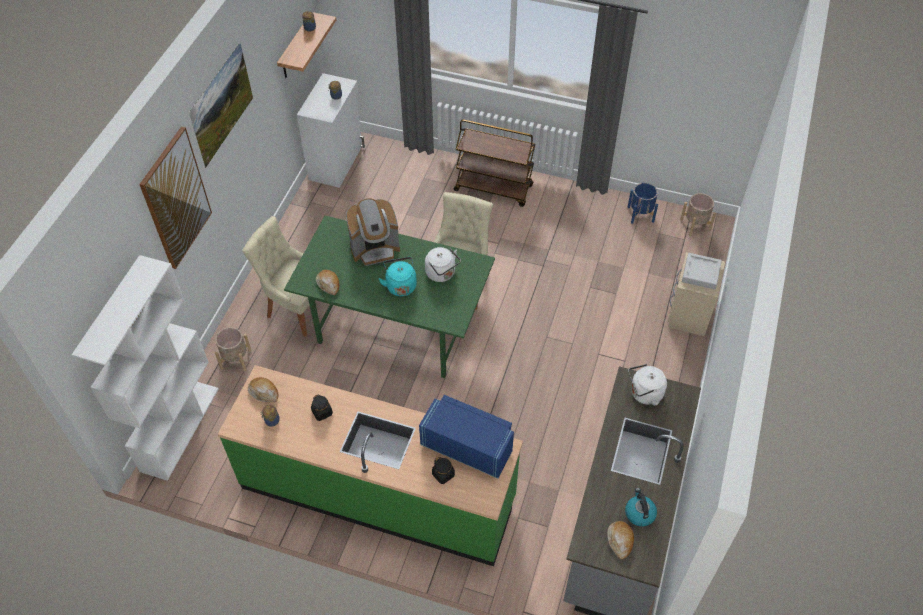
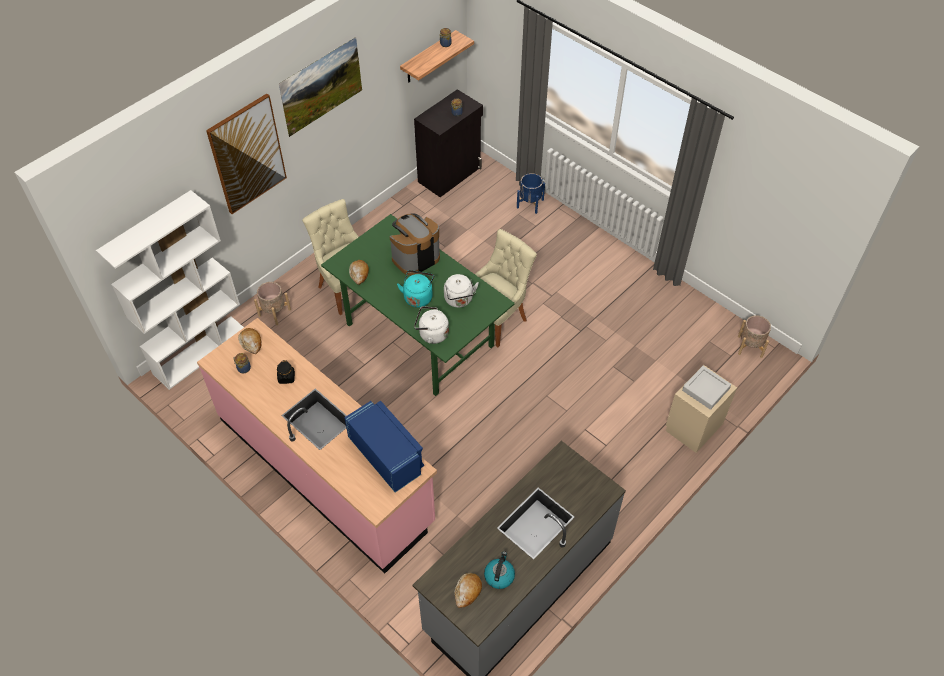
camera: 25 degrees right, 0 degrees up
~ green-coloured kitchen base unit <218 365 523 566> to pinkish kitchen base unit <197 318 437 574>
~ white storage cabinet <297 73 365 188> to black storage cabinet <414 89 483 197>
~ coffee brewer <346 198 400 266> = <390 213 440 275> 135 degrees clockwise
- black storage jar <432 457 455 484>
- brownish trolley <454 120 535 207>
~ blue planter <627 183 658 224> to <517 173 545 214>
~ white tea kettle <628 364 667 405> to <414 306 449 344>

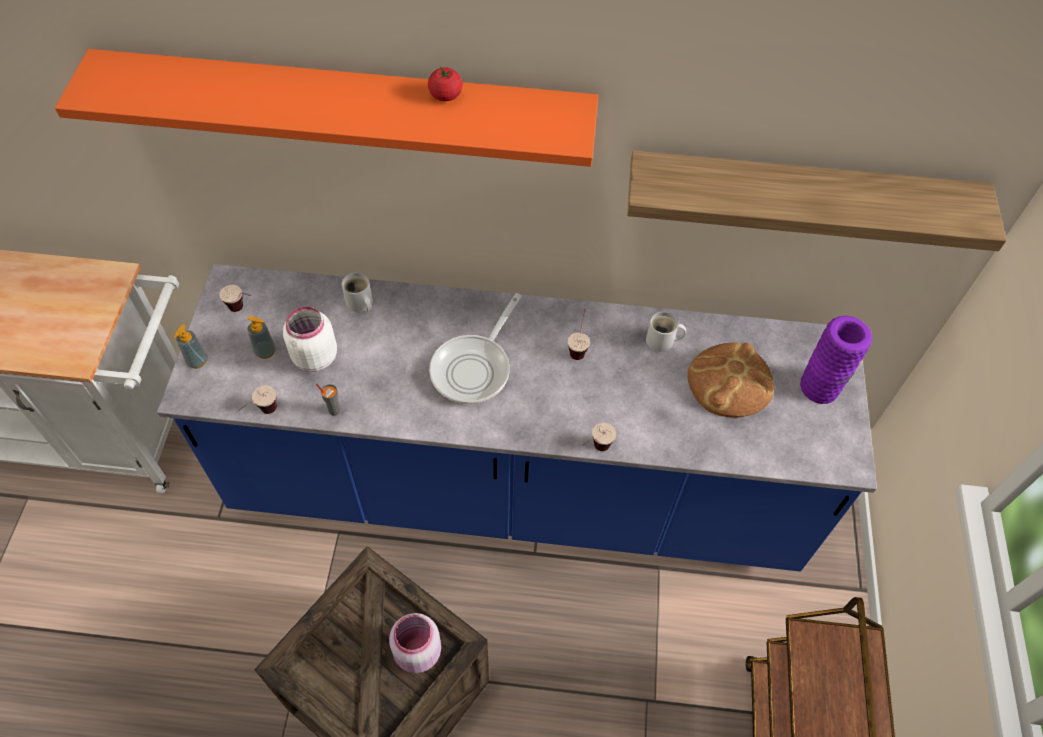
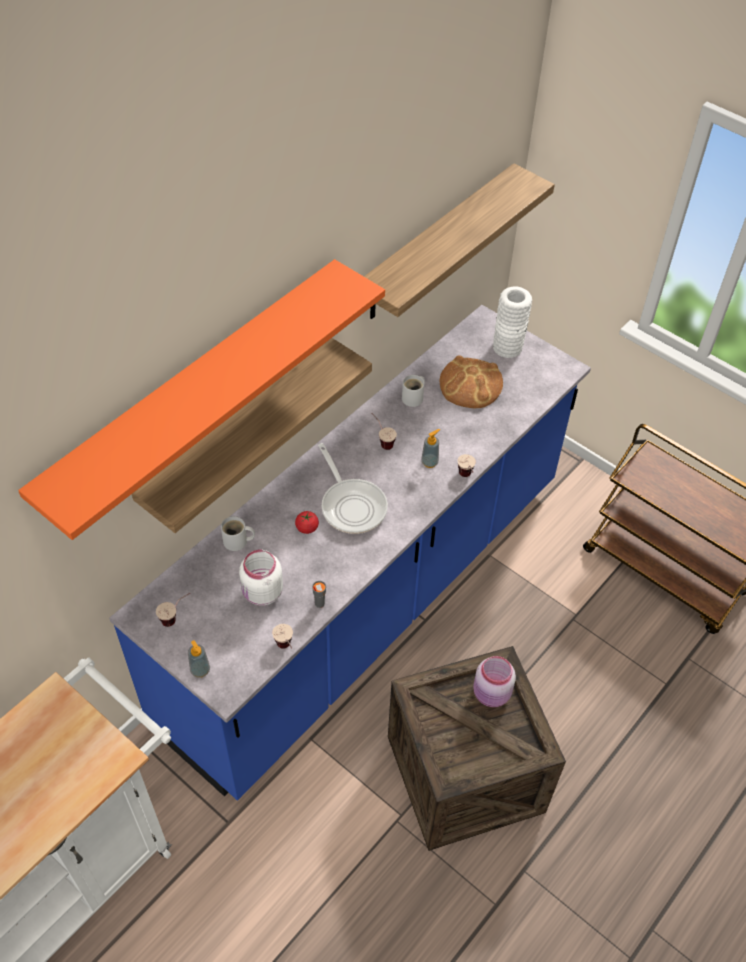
camera: 55 degrees left, 5 degrees down
~ liquid soap bottle <247 316 276 359> to <421 429 440 468>
~ tomato <428 67 463 101> to <295 511 319 534>
~ purplish vase <800 316 872 404> to white vase <493 287 532 358>
+ wall shelf <132 338 372 533>

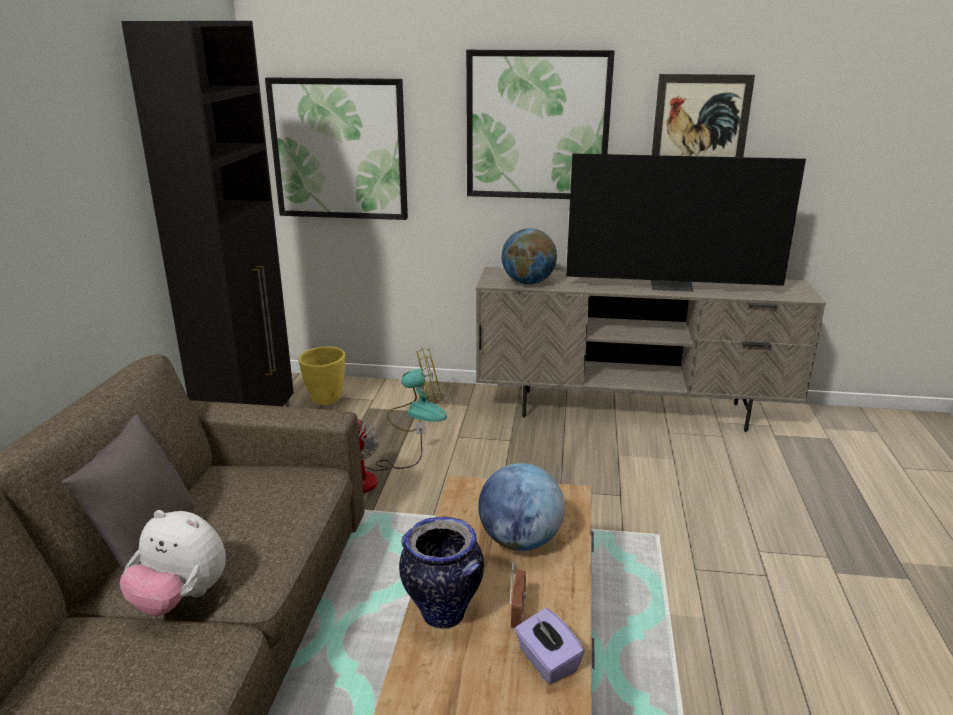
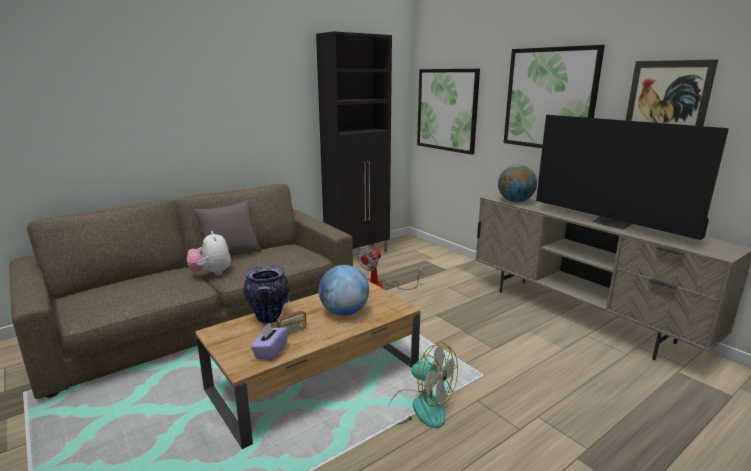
camera: 45 degrees right, 5 degrees down
- yellow-coloured planter <298 346 345 405>
~ fan <387 347 447 432> to <389 342 458 428>

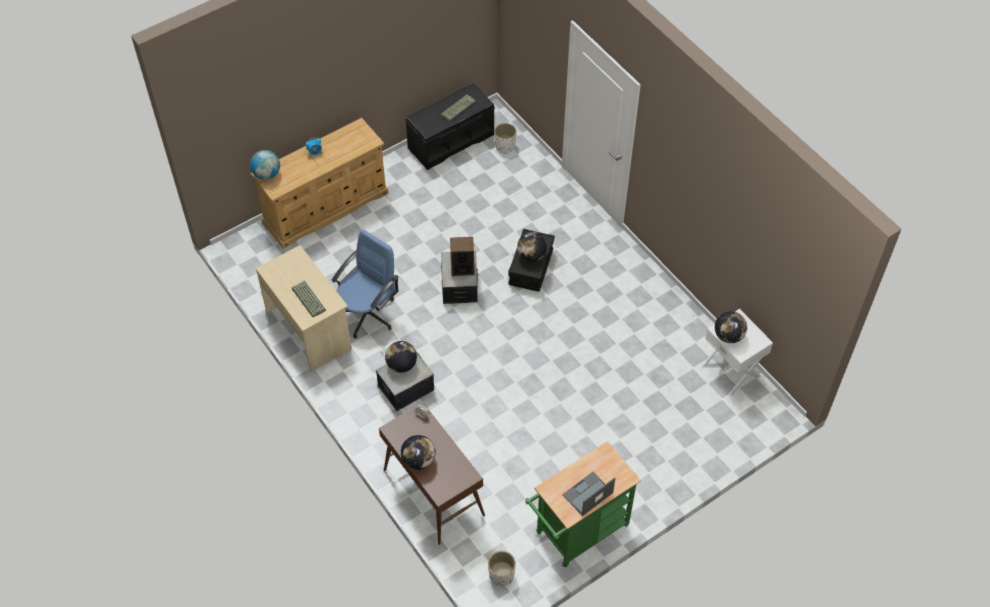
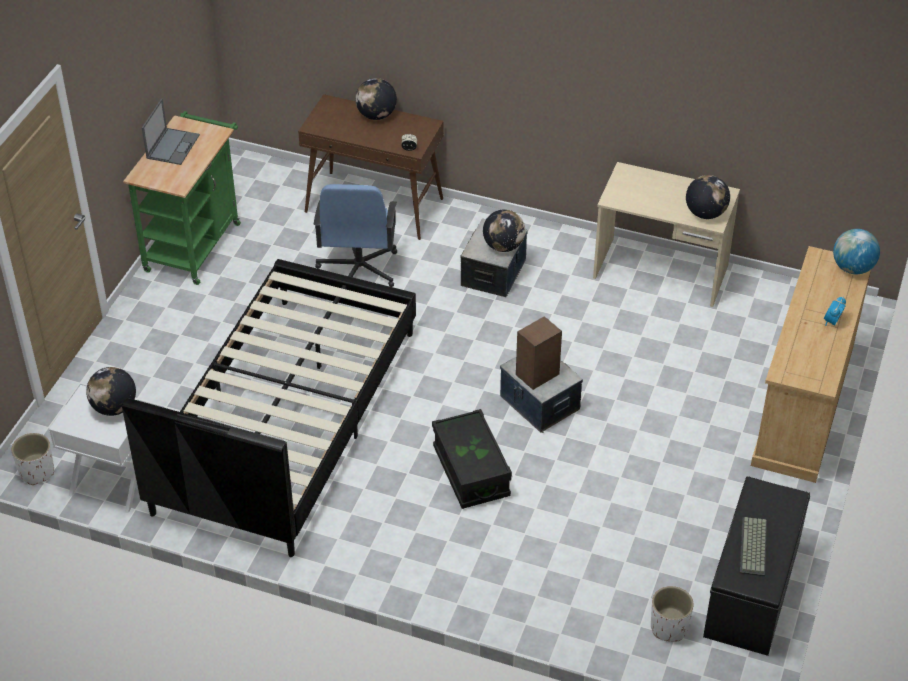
camera: 145 degrees right, 10 degrees down
- computer keyboard <292 281 326 317>
~ blue computer chair <332 230 399 339> to <314 184 397 287>
~ white planter <488 551 516 586> to <11 433 54 485>
~ world globe <517 232 547 262> to <686 175 730 219>
+ black bed <122 259 416 557>

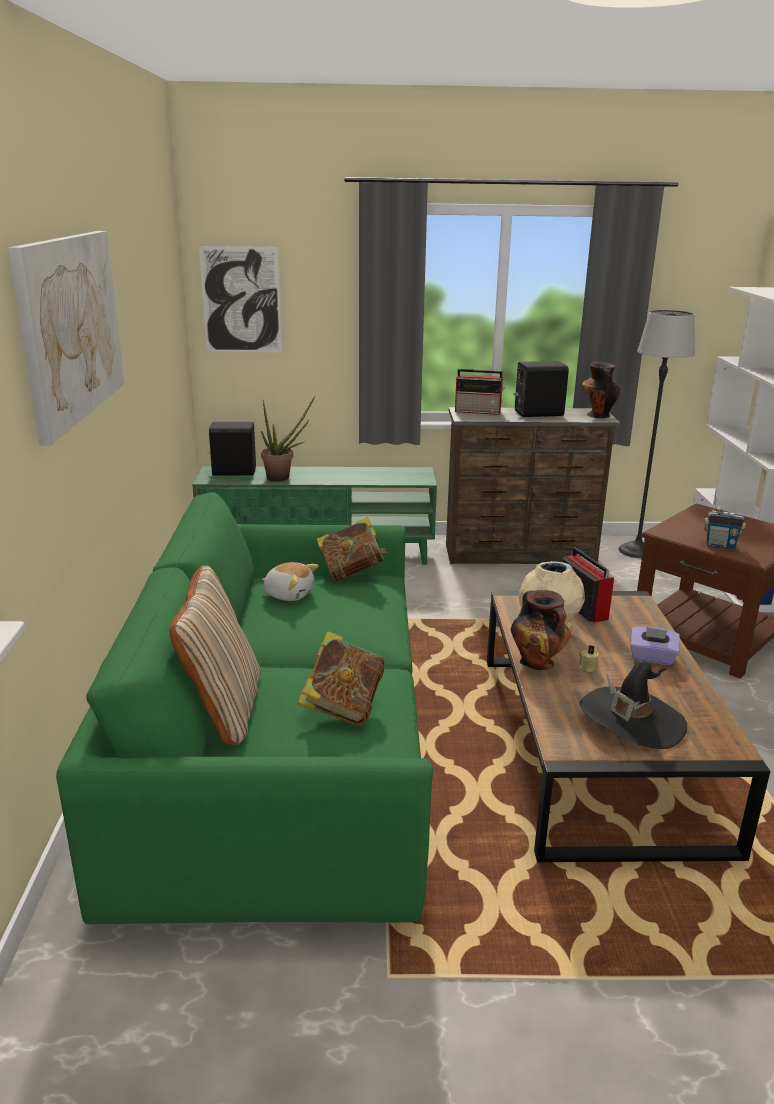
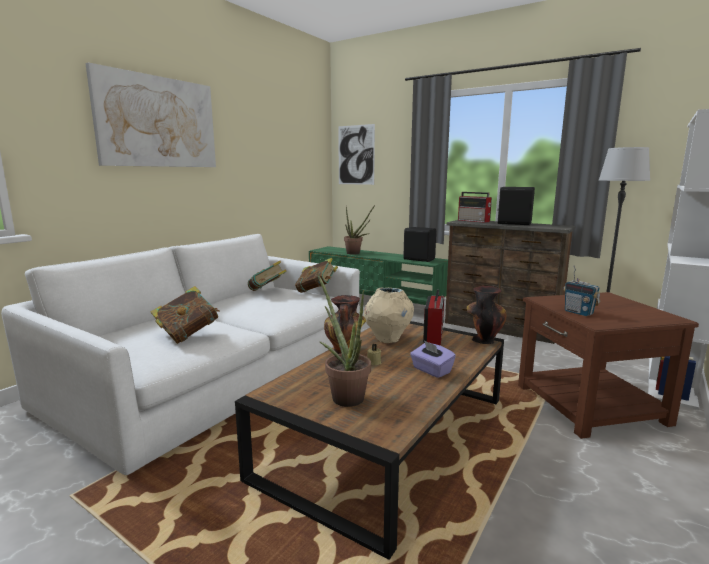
camera: 35 degrees right, 10 degrees down
~ green-coloured settee <56 492 433 924> to white settee <1 234 360 475>
- sand-coloured cushion <170 565 261 746>
~ black speaker <209 422 256 476> to <403 227 436 262>
~ cuddly toy <262 562 319 601> to book <248 261 286 291>
~ black clothing hat <580 661 687 749> to potted plant <317 274 371 407>
~ vase <582 362 620 418> to <467 286 506 344>

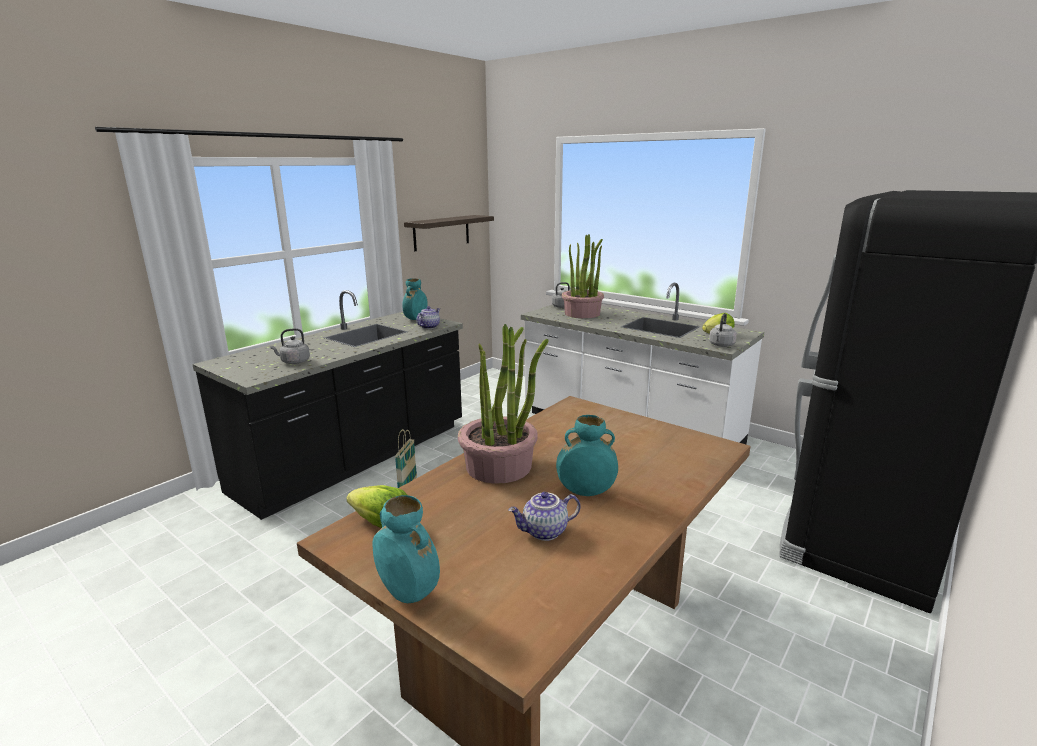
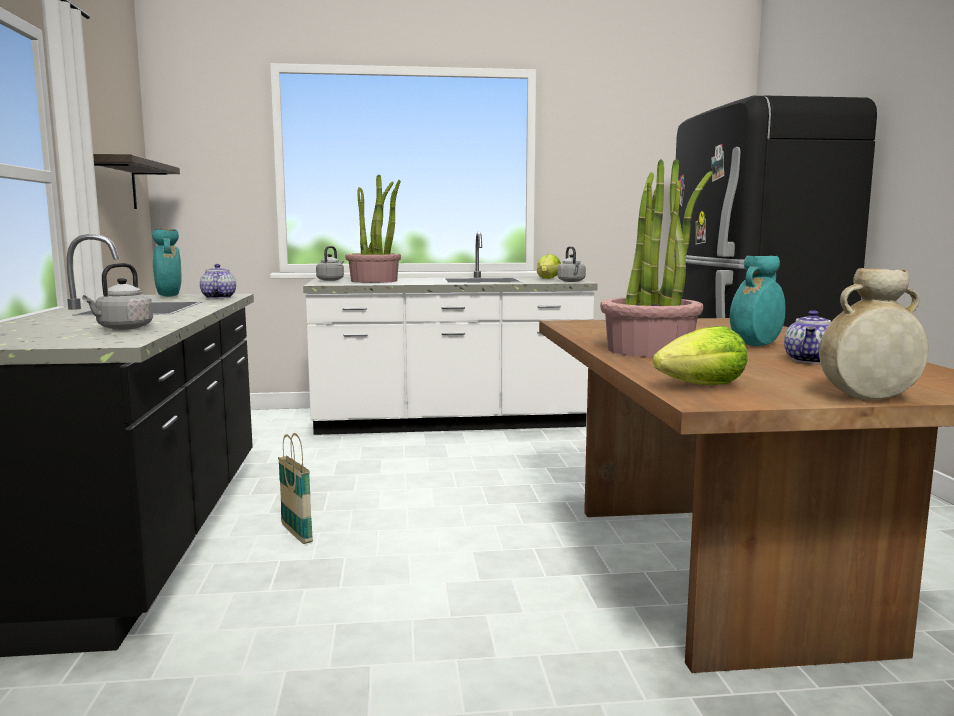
camera: 45 degrees left, 10 degrees down
~ turquoise vase <372 495 440 603> to sand-coloured vase <819 268 929 400>

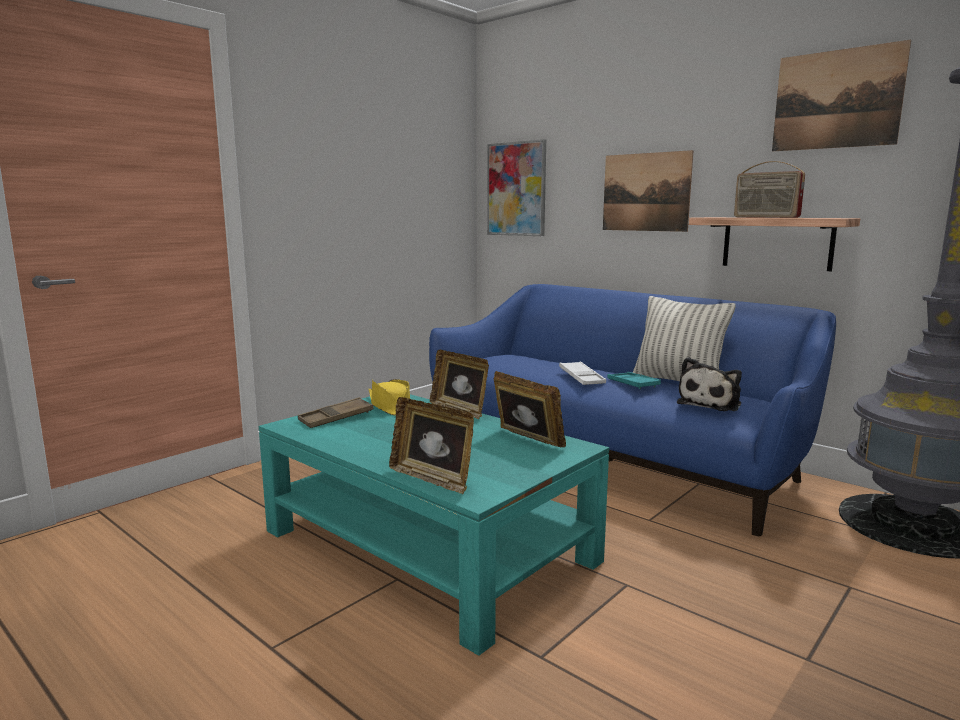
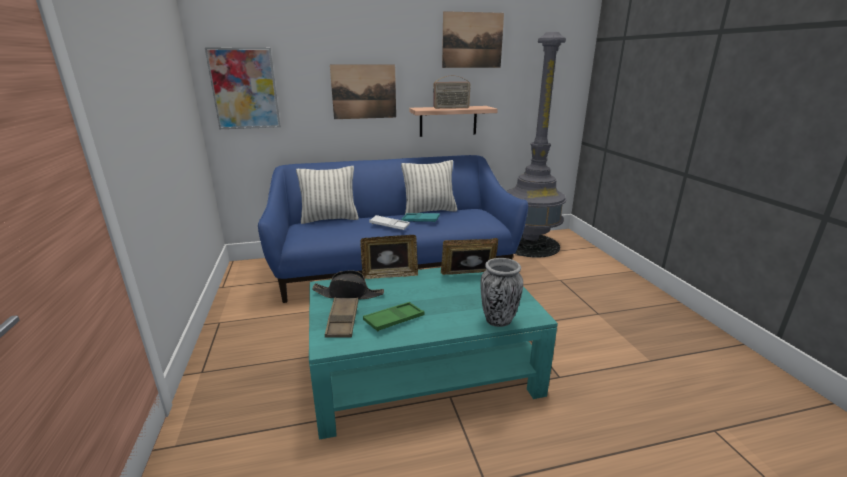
camera: 55 degrees left, 10 degrees up
~ yellow-coloured clothing hat <369 379 410 416> to black clothing hat <312 270 384 299>
~ photo frame <389 397 474 494> to vase <480 258 523 327>
- cuddly toy <677 357 742 411>
+ cushion <296 166 359 224>
+ green-coloured serving tray <363 302 424 331>

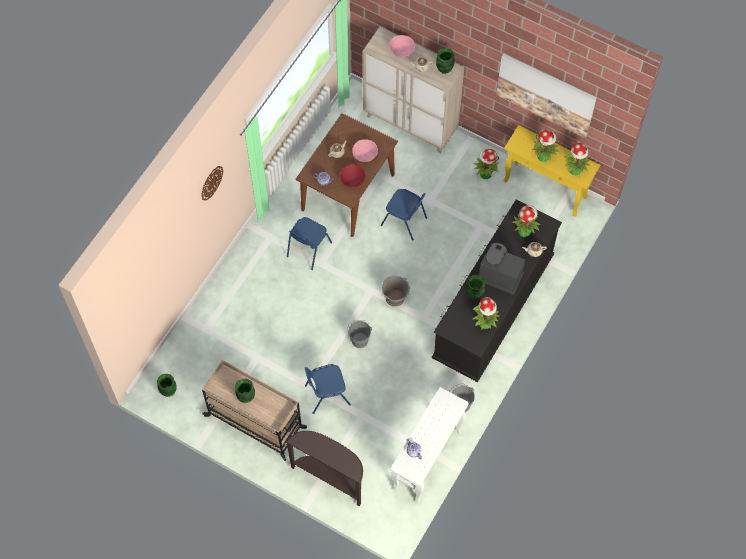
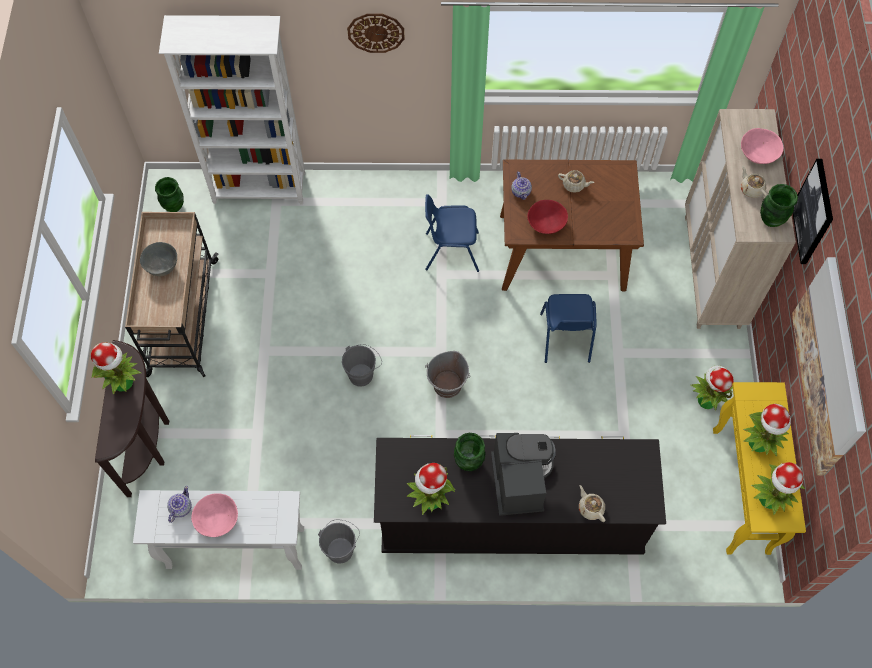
camera: 60 degrees right, 0 degrees up
~ green-coloured vase <235 379 255 403> to grey deep dish <140 242 177 276>
- blue plain chair <305 364 351 414>
~ pinkish deep dish <352 139 378 162> to <191 493 238 537>
~ potted plant <513 205 540 237> to <91 342 141 395>
+ white bookshelf <159 15 305 204>
+ wall picture <793 159 833 264>

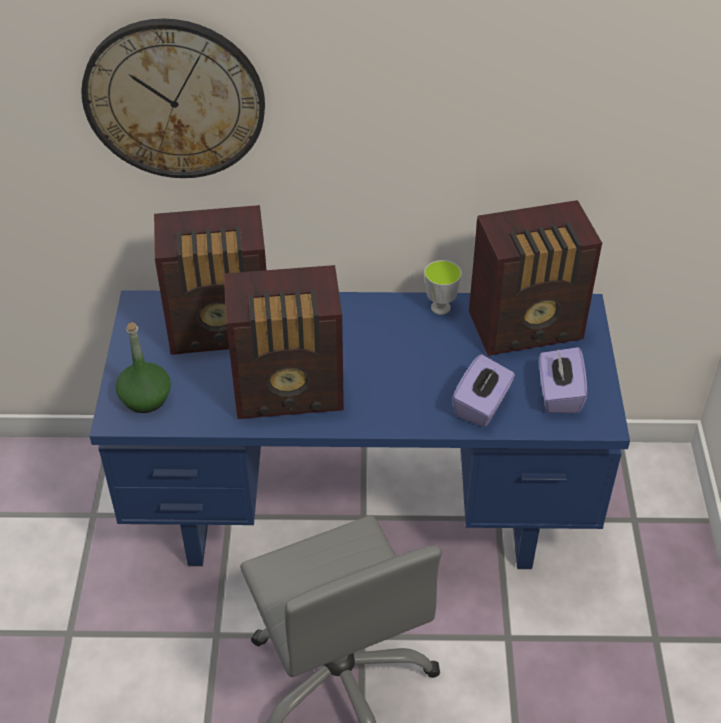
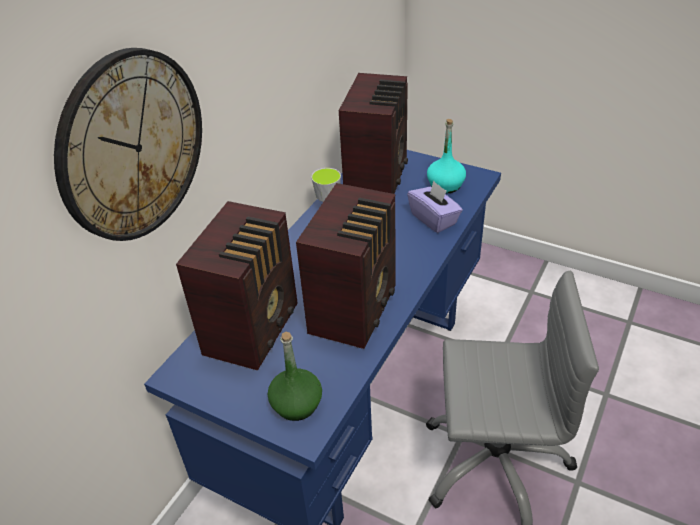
camera: 60 degrees left, 5 degrees down
~ purplish tissue box <539 347 587 414> to turquoise bottle <427 119 466 194>

